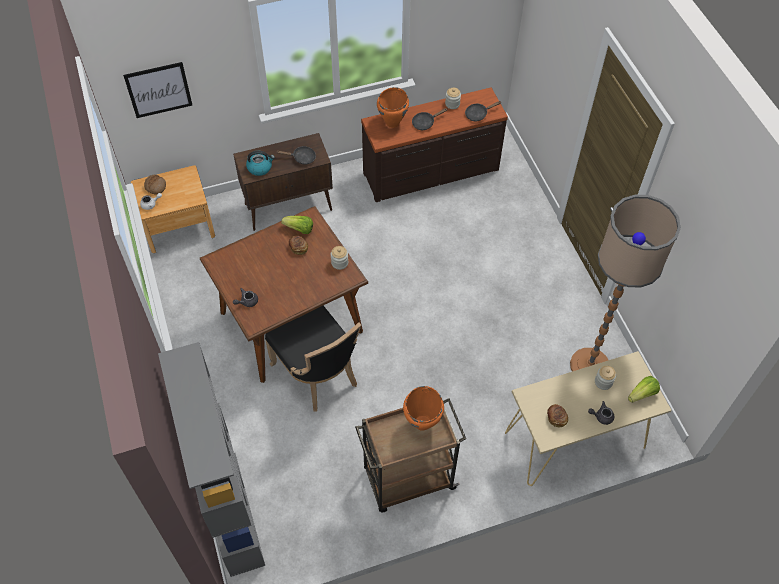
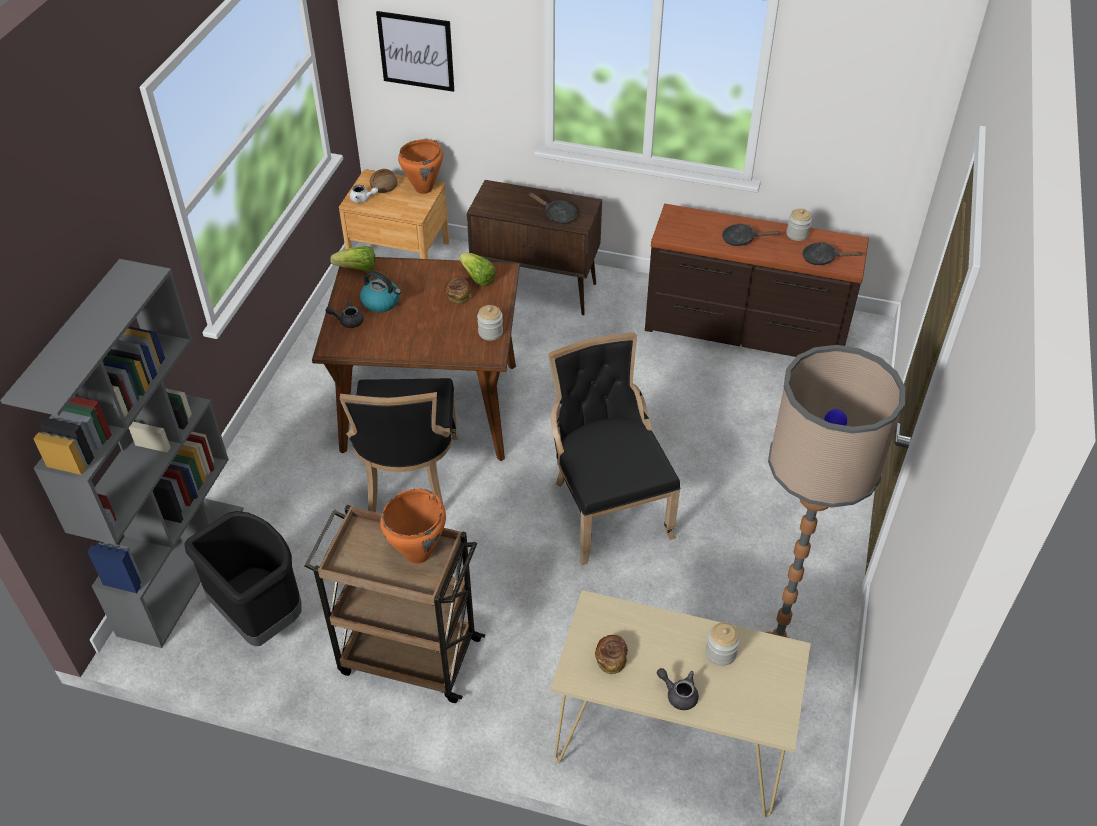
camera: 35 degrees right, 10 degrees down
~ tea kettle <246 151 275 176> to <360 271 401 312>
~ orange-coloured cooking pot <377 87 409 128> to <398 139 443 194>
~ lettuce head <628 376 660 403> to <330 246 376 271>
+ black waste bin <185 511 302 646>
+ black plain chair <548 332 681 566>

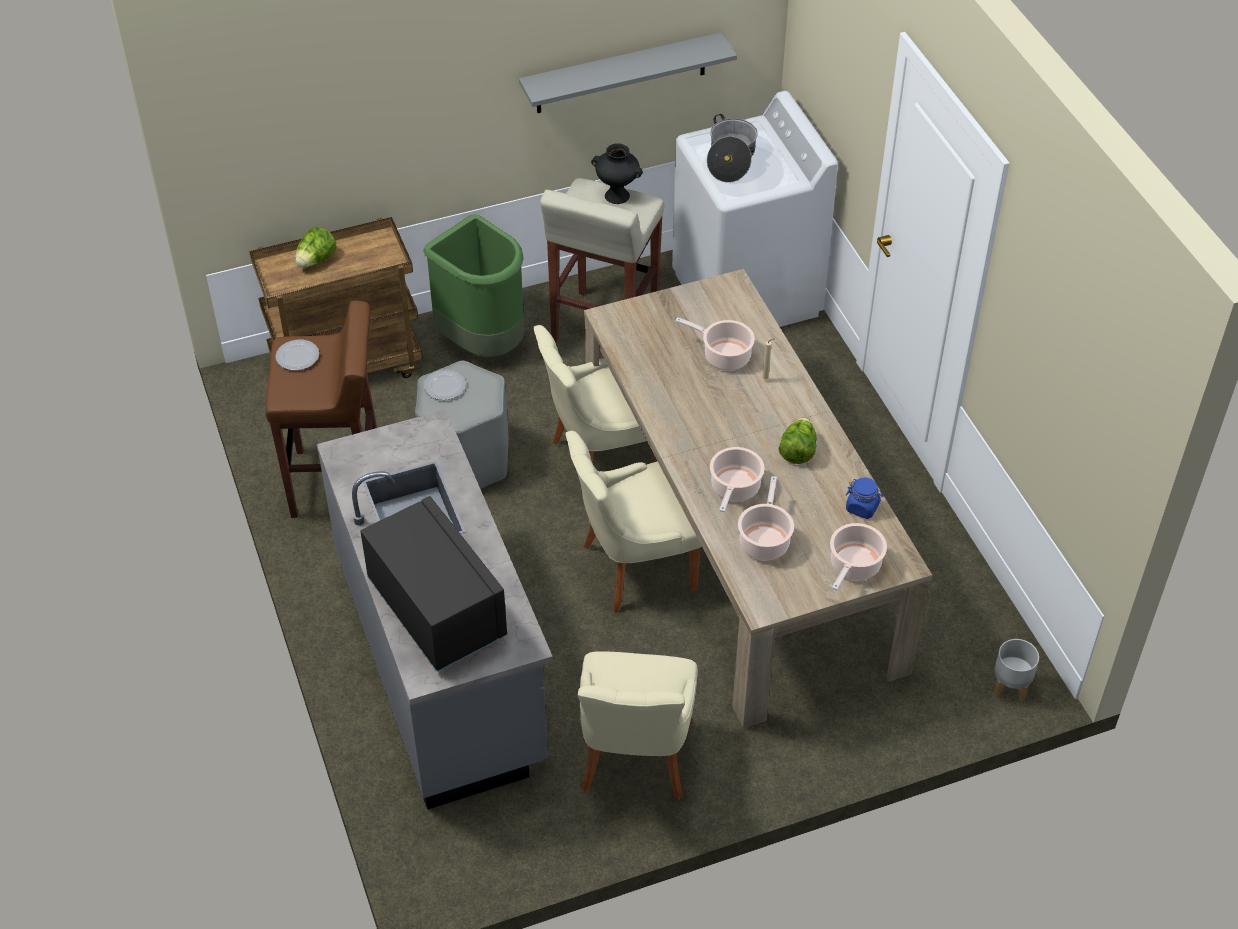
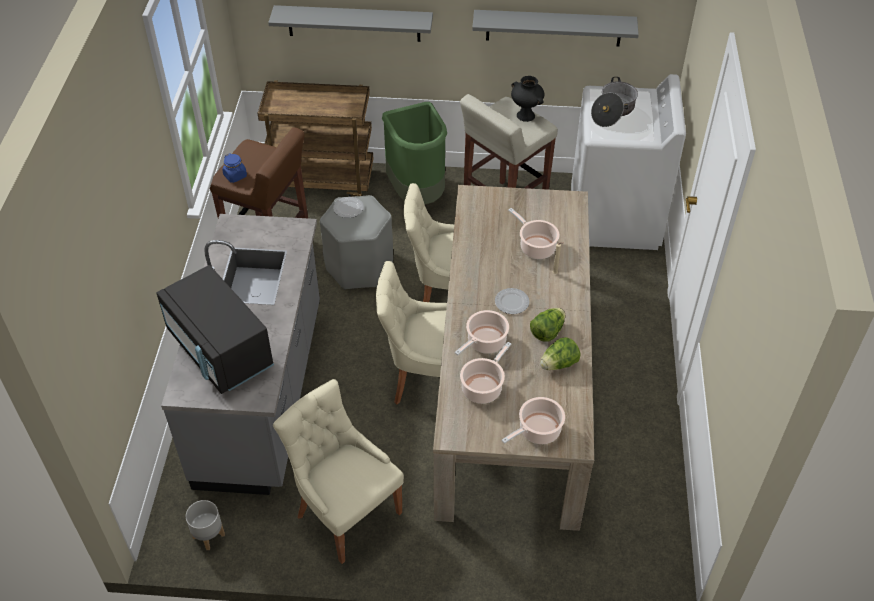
camera: 25 degrees right, 0 degrees up
~ dinner plate <276 339 319 370> to <495 288 530 314>
~ lettuce head <295 227 336 268> to <540 337 580 370>
~ black kitchen microwave <360 496 507 672> = <156 265 274 394> 150 degrees clockwise
~ sand-coloured plain chair <577 651 698 800> = <273 379 404 564> 105 degrees clockwise
~ blue storage jar <846 478 884 519> to <222 153 247 183>
~ grey planter <994 639 1039 701> to <186 500 225 550>
+ grey wall shelf <268 5 433 42>

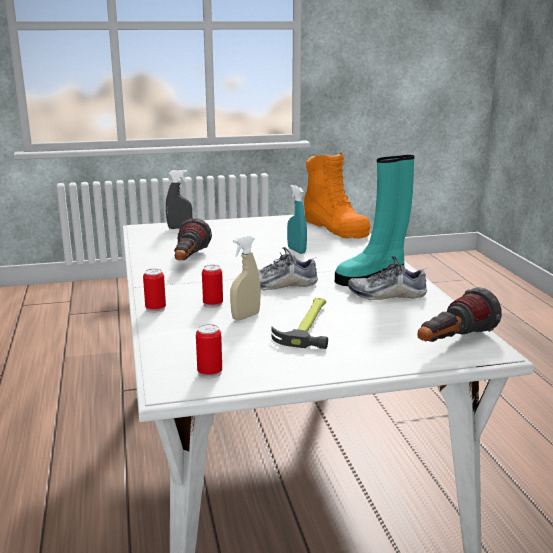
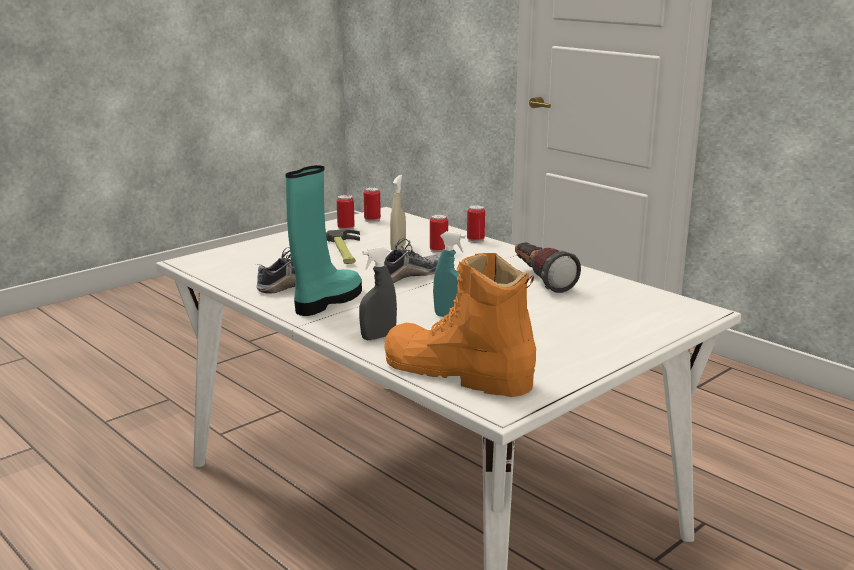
camera: 150 degrees right, 0 degrees up
~ grey spray bottle <166 170 192 229> to <359 247 397 340>
- flashlight <417 287 502 342>
+ sealed can <337 195 355 230>

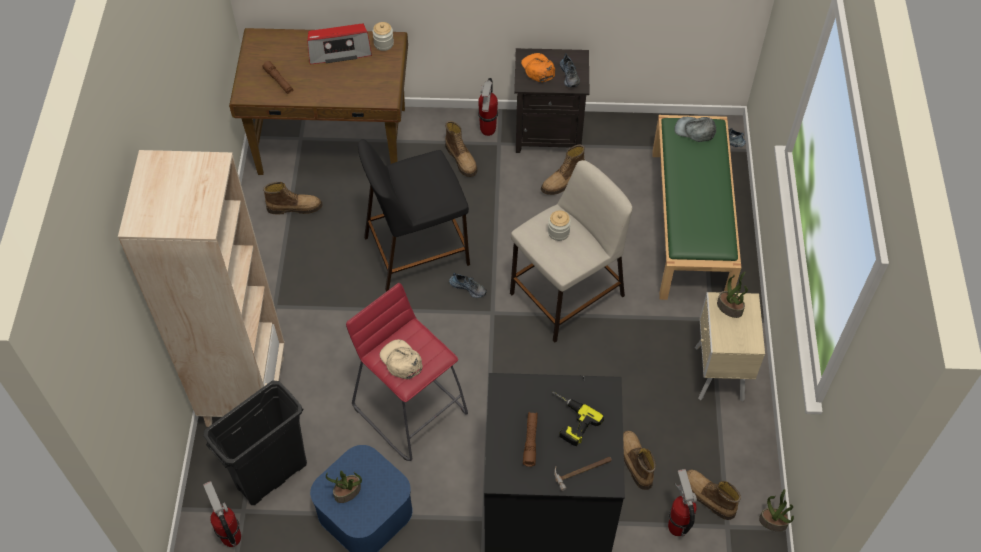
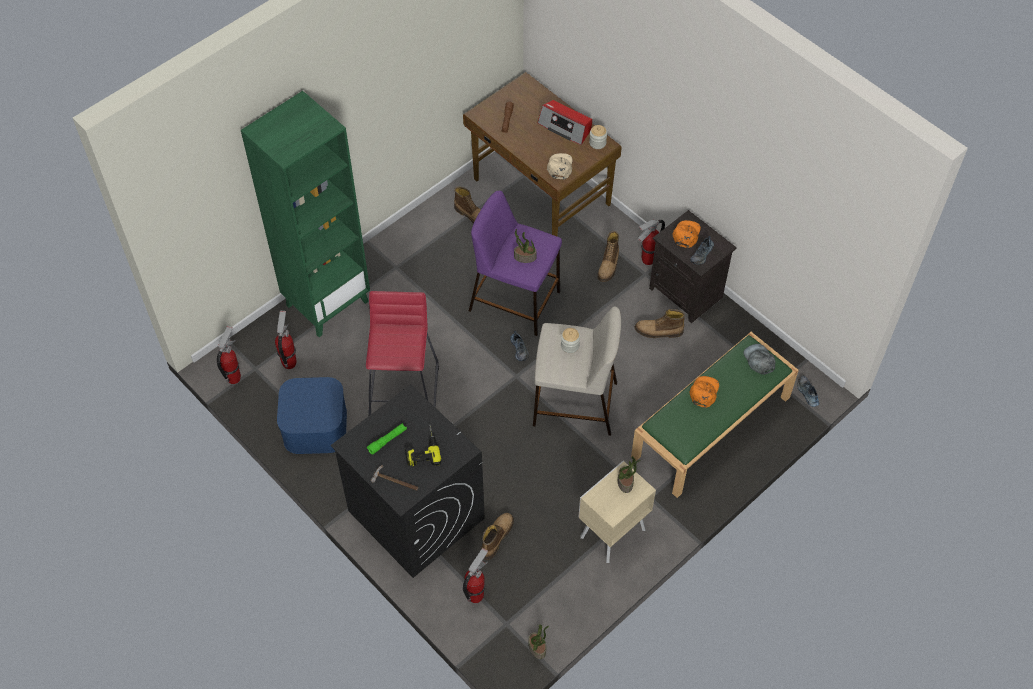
camera: 45 degrees right, 0 degrees up
~ sand-coloured bookshelf <118 150 285 427> to green-coloured bookshelf <241 91 370 337>
~ black waste bin <204 380 307 505> to fire extinguisher <275 311 297 369>
~ potted plant <326 470 362 503> to <514 229 537 263>
~ black stool seat <358 139 470 292> to purplish stool seat <469 191 562 336>
~ sand-coloured cap <380 339 423 379> to <547 153 572 180>
~ brownish flashlight <523 412 538 467> to green-coloured flashlight <367 423 407 455>
- boot <686 470 741 520>
+ orange-coloured cap <689 376 719 408>

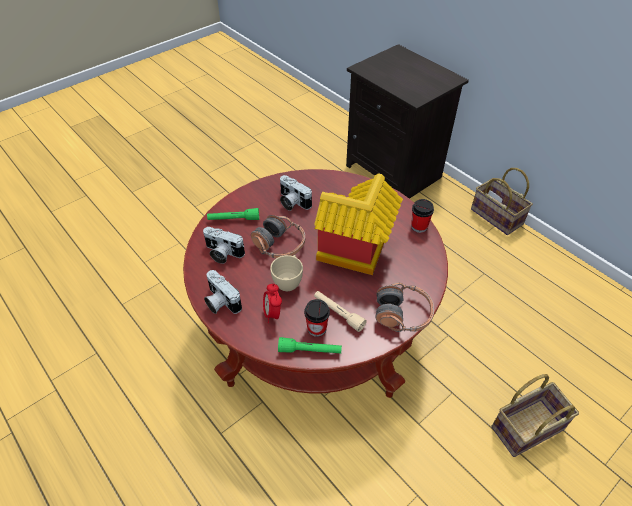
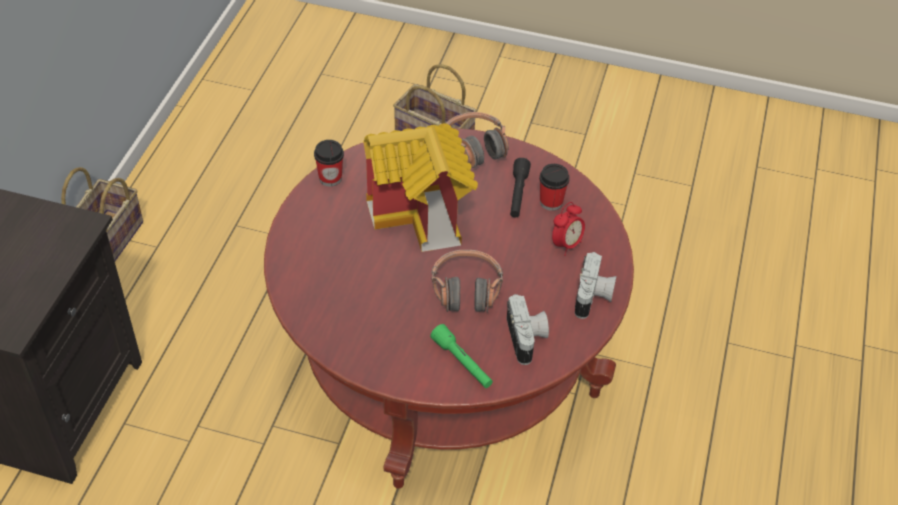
camera: 125 degrees left, 0 degrees up
- sand-coloured drinking cup <270 255 303 291>
- green-coloured flashlight <278 337 342 354>
- still camera <280 175 312 211>
~ sand-coloured flashlight <314 291 367 332> to black flashlight <510 158 531 218>

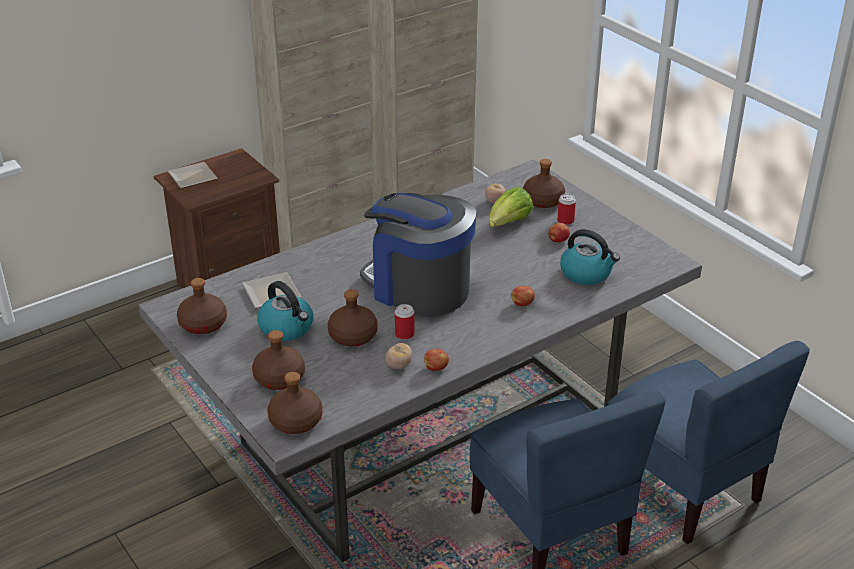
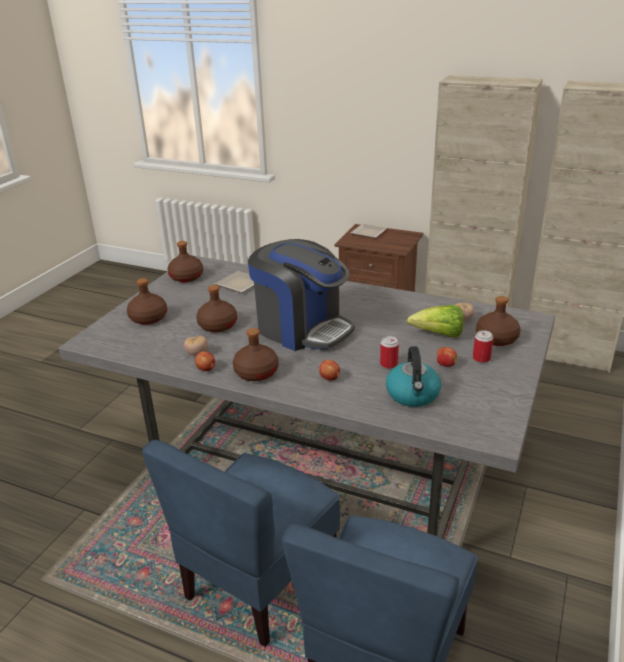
camera: 60 degrees right, 5 degrees down
- tea kettle <257 281 313 341>
~ brownish bottle <267 372 322 434> to <233 328 278 381>
~ coffee brewer <360 193 477 317> = <248 239 355 351> 120 degrees clockwise
~ sealed can <395 304 415 340> to <380 336 399 369>

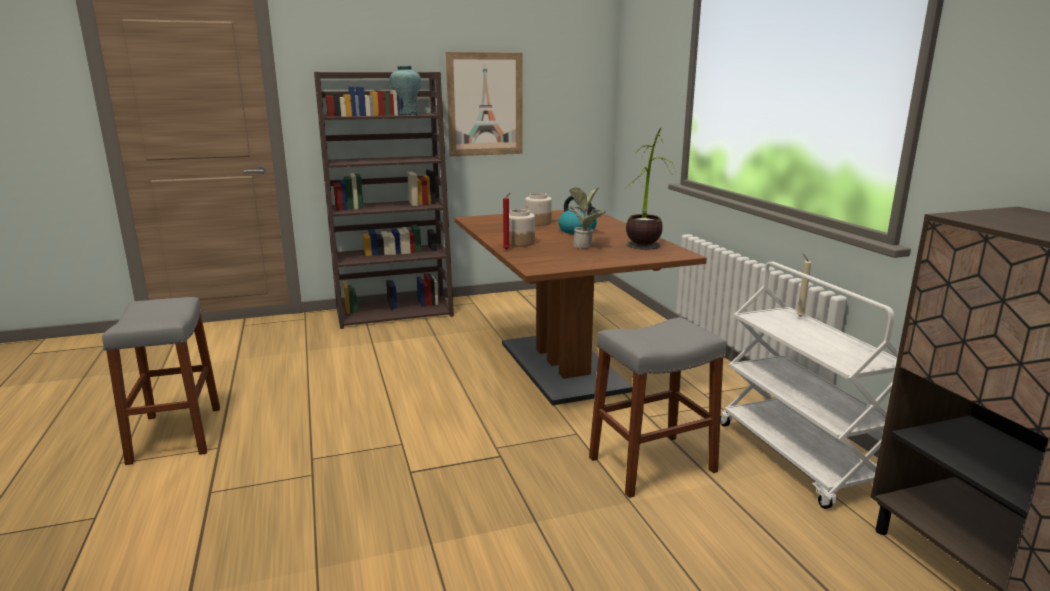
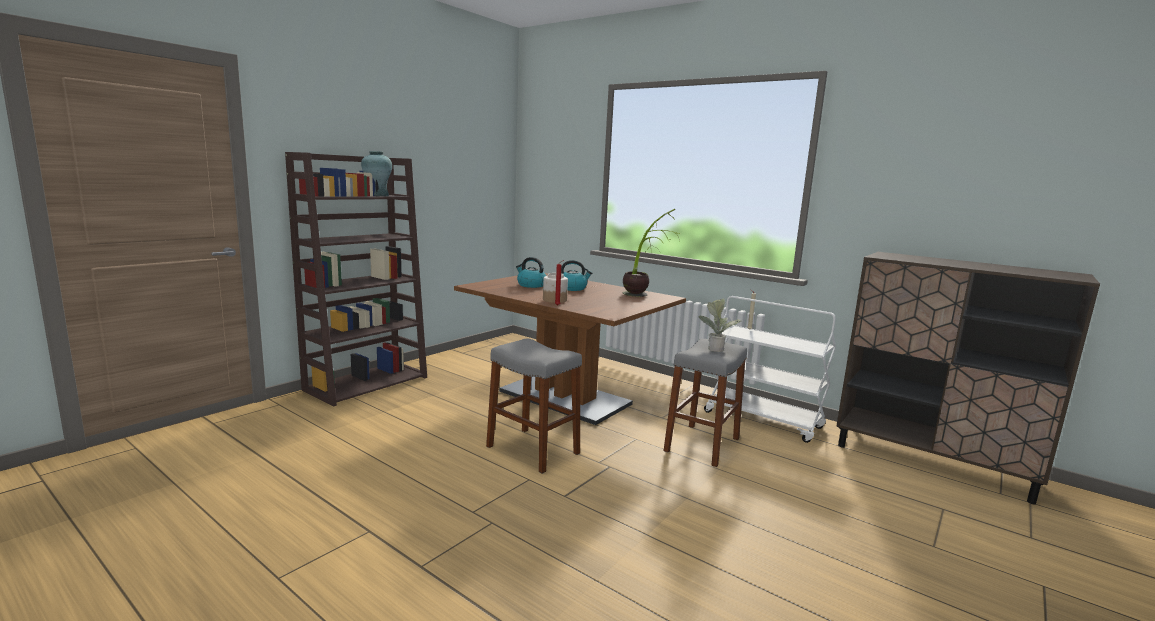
camera: 35 degrees left, 5 degrees down
~ grey stool seat <102 297 220 465> to <486 339 582 474>
- wall picture <446 52 523 156>
~ storage jar <525 193 552 226> to tea kettle <516 257 546 288>
~ potted plant <569 187 606 249> to <699 298 741 352>

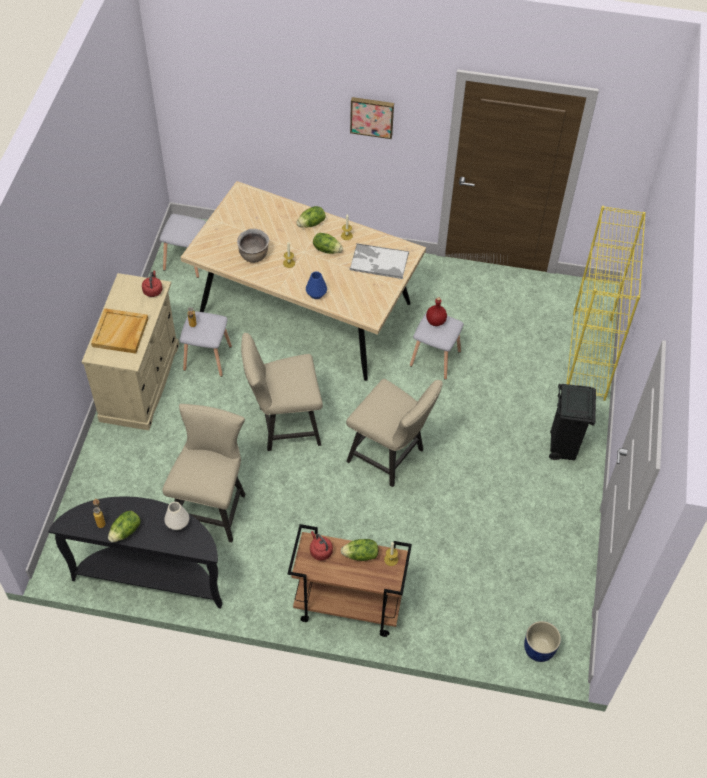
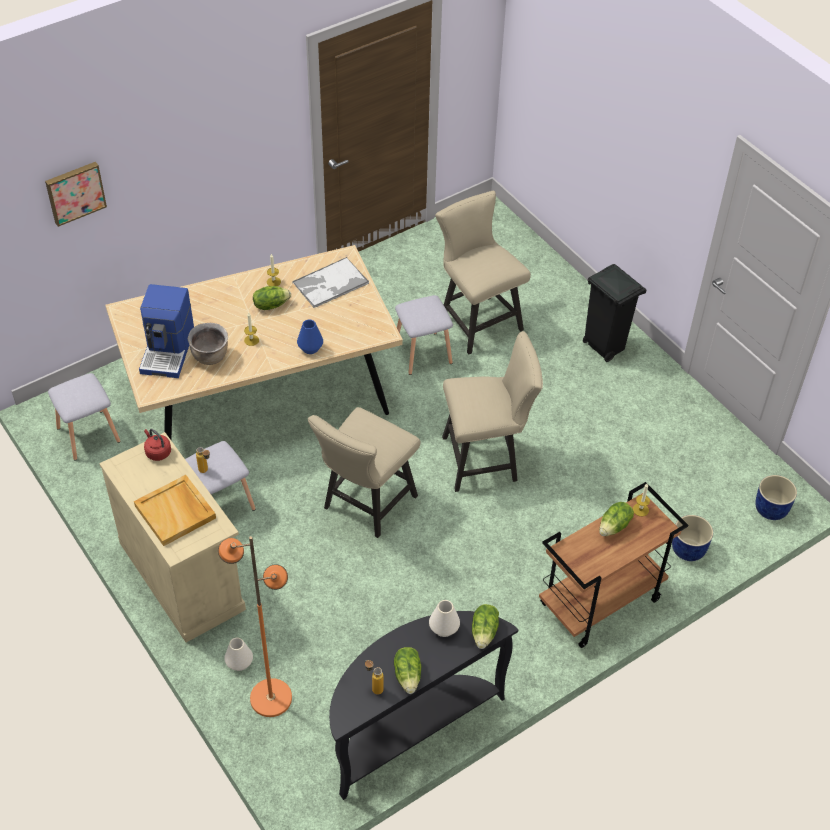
camera: 45 degrees left, 5 degrees down
~ sand-coloured plain chair <162 404 245 542> to <435 191 531 354>
~ lettuce head <296 206 326 227> to <472 604 499 649>
- red-coloured tea kettle <310 531 333 561>
~ wall picture <350 97 394 139> to <45 162 107 227>
- red-coloured bottle <426 297 447 326>
- yellow-coloured bookshelf <567 206 646 401>
+ coffee brewer <139 284 194 378>
+ orange-coloured floor lamp <218 536 292 717>
+ white vase <224 638 253 671>
+ blue planter <672 515 713 561>

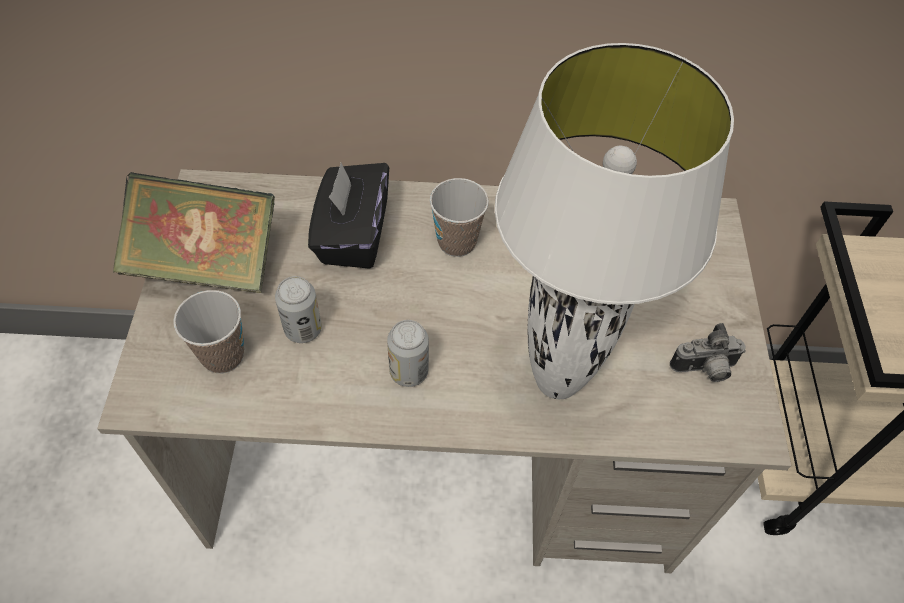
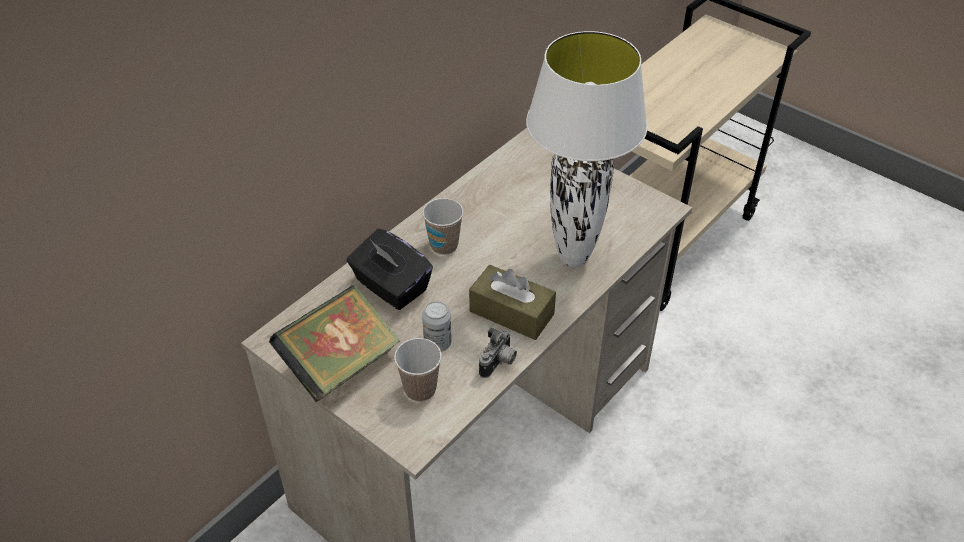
camera: 50 degrees left, 10 degrees down
~ sealed can <387 320 429 387> to brownish tissue box <469 265 556 340>
~ still camera <670 323 746 382> to <479 327 517 378>

